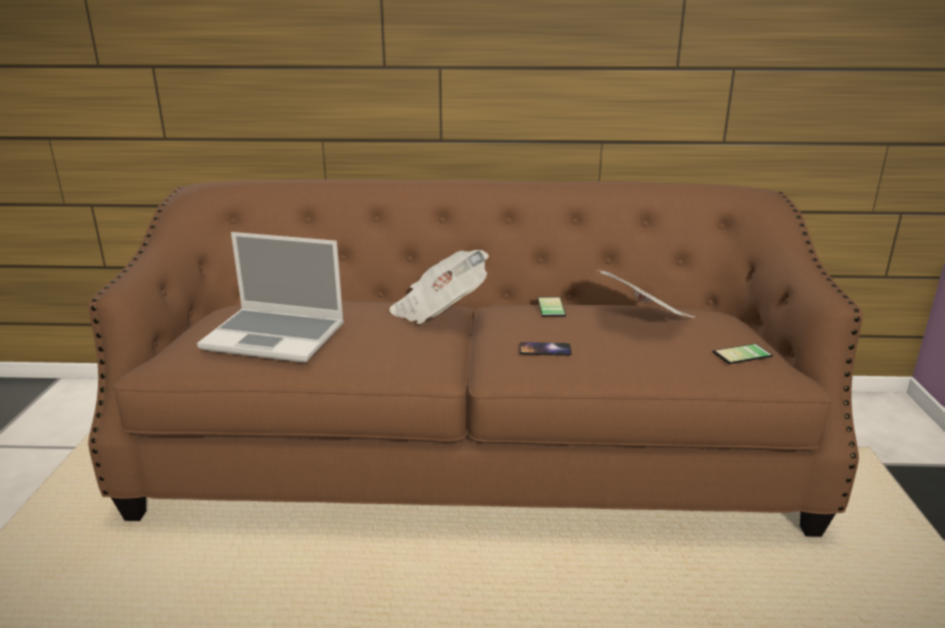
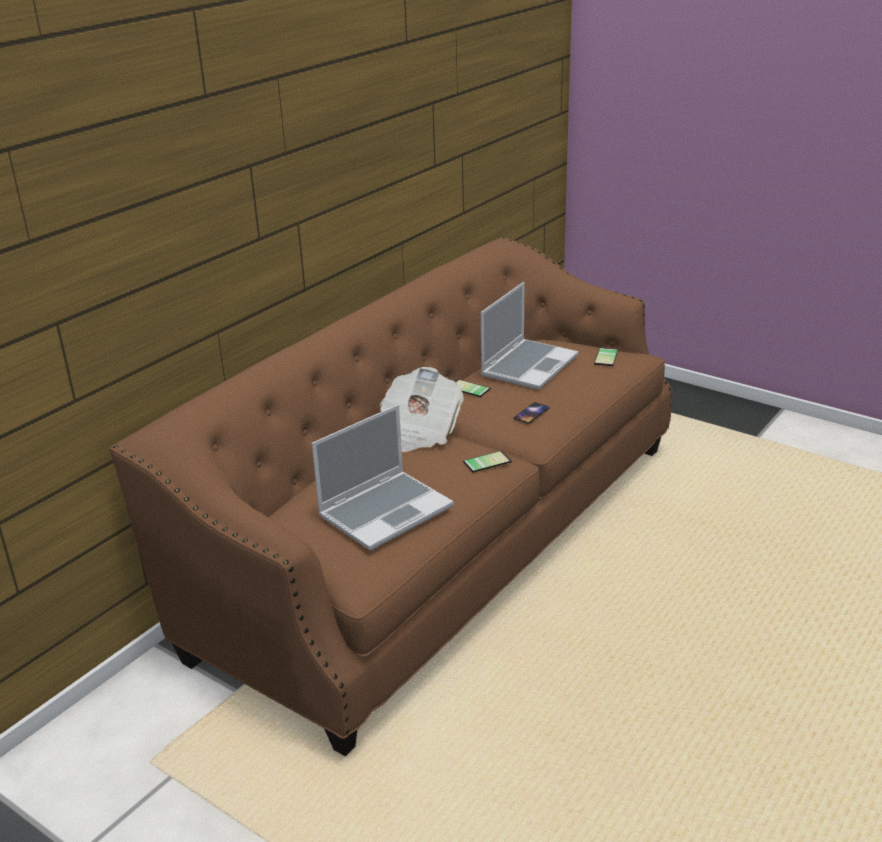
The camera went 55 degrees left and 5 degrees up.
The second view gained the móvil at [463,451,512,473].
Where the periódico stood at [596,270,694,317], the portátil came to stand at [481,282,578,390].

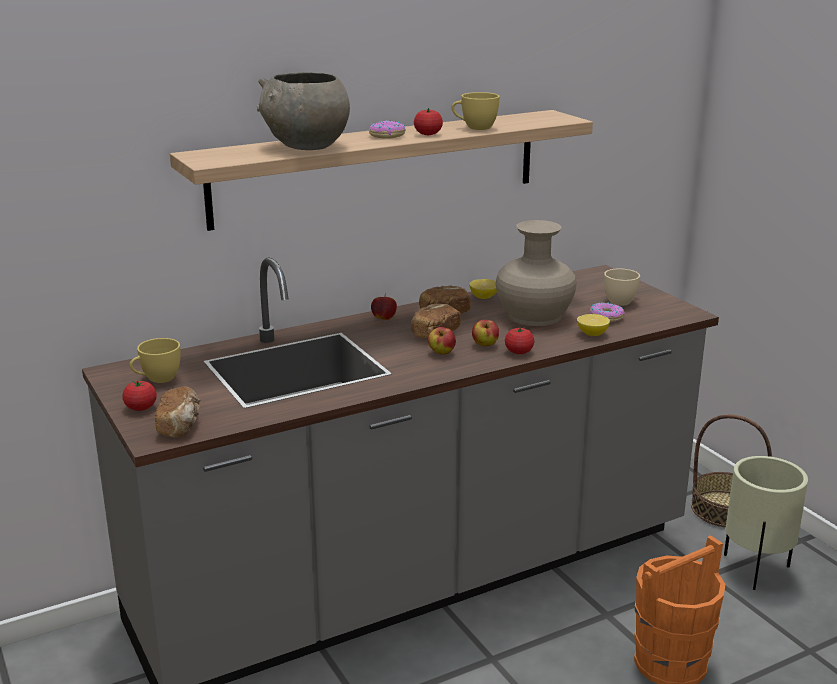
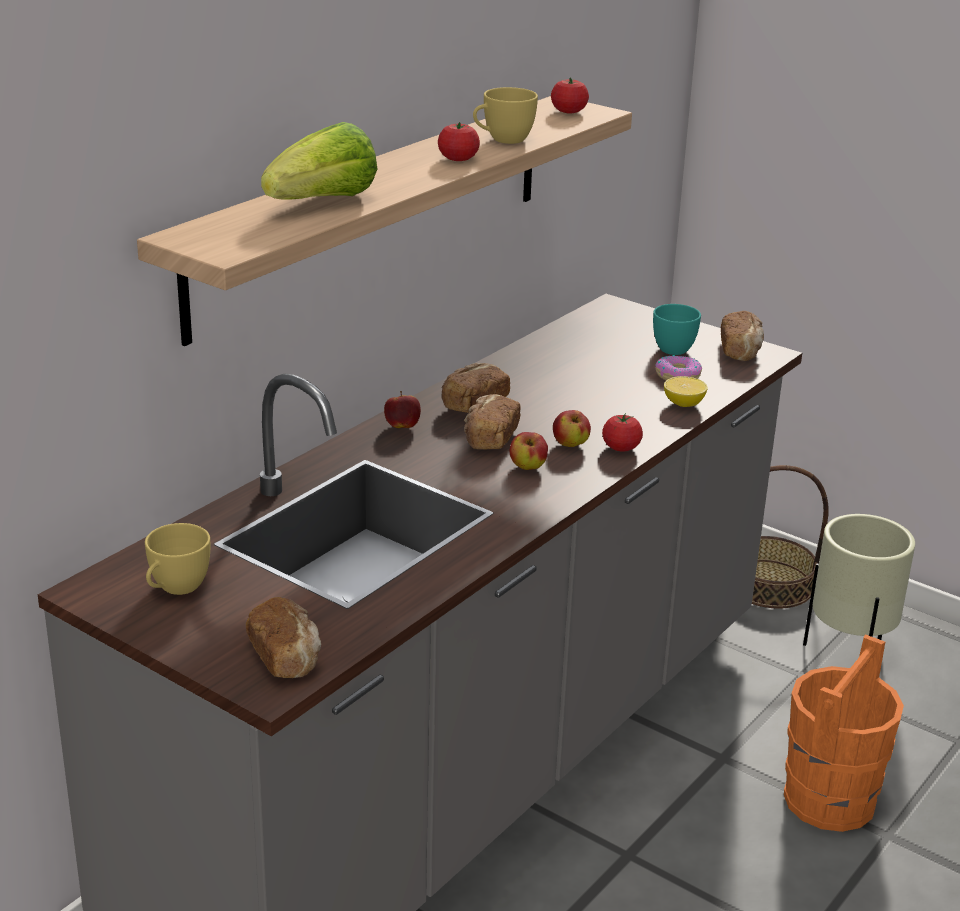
The camera went 25 degrees left and 5 degrees up.
The second view lost the rosquilla at [369,120,406,139].
The second view lost the limón at [469,279,497,299].
The second view lost the florero/beis at [496,220,576,326].
The second view gained the pan at [721,311,764,361].
The tomate ended up elsewhere, having gone from [122,381,157,411] to [551,77,589,114].
Where the cuenco/gris stood at [257,72,350,150], the lechuga came to stand at [261,122,377,200].
What was the taza/beis at [604,268,640,306] turned into the taza/turquesa at [653,304,701,355].

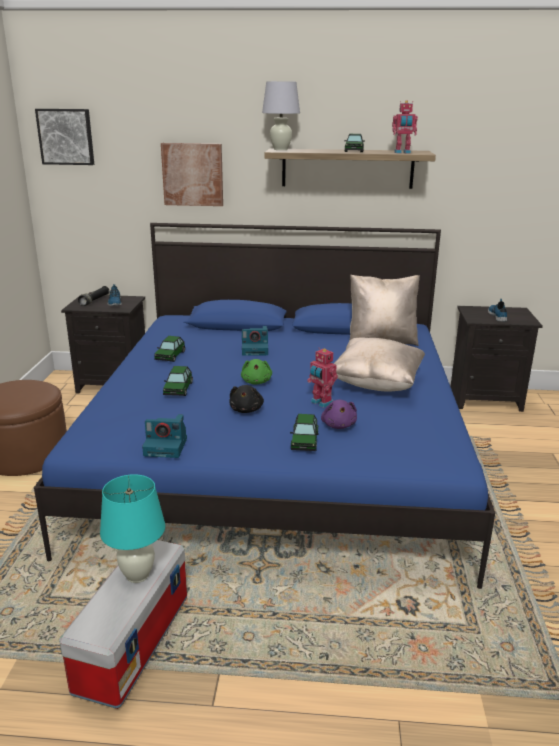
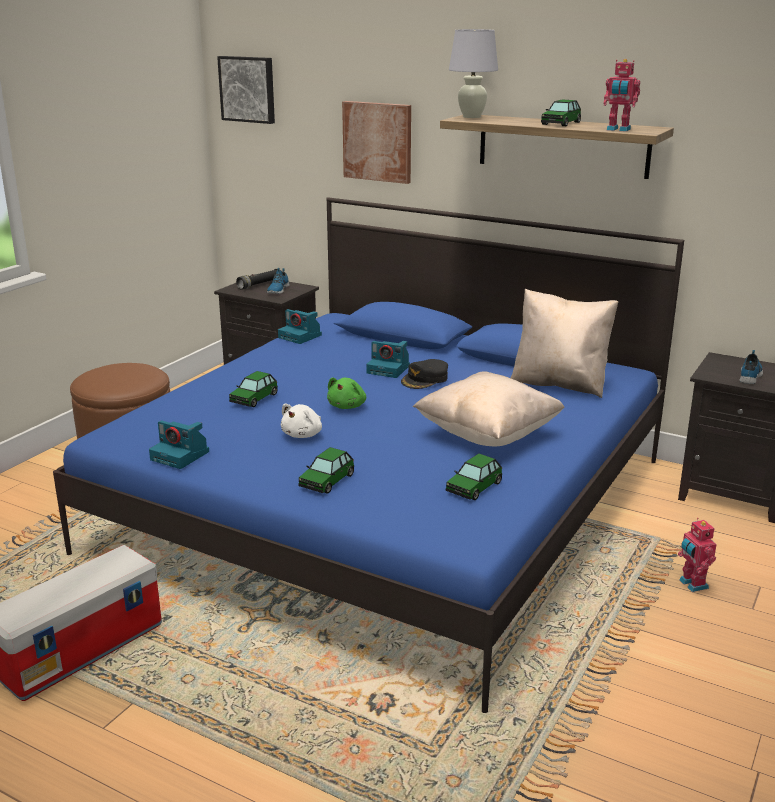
The camera went 25 degrees right and 0 degrees up.
The second view lost the lámpara de mesa/turquesa at [100,474,165,583].
The second view lost the peluche/morado at [321,399,357,429].
The second view gained the cámara at [278,309,322,344].
The second view gained the gorra/negro at [401,359,448,389].
The coche de juguete ended up elsewhere, having gone from [154,336,185,362] to [445,454,502,500].
The robot de juguete ended up elsewhere, having gone from [307,349,338,408] to [678,518,717,592].
What was the peluche/negro at [229,385,264,413] turned into the peluche/blanco at [281,404,322,438].

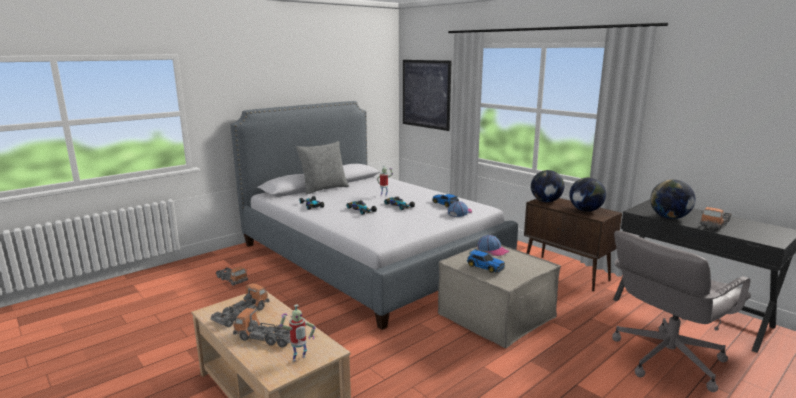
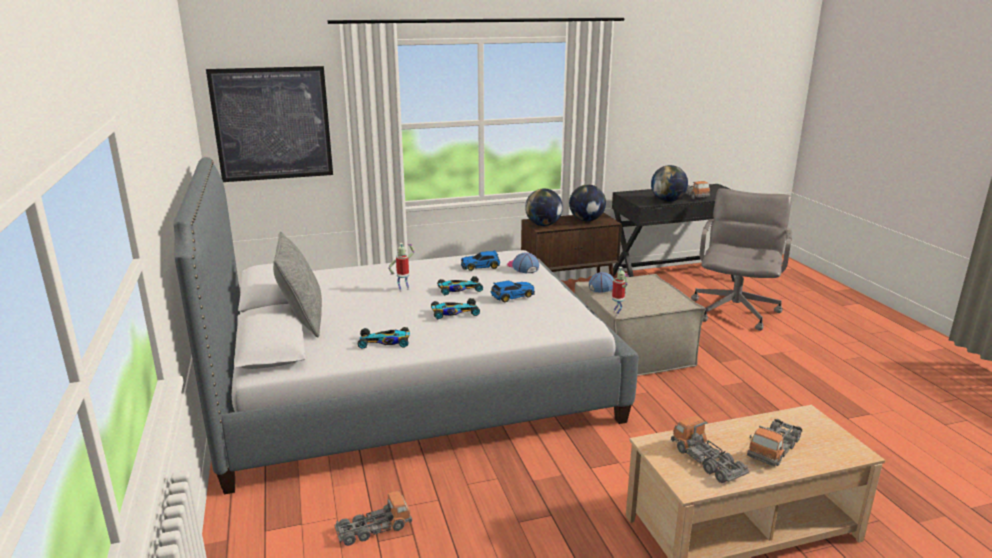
The camera went 65 degrees left and 5 degrees up.
The robot de juguete ended up elsewhere, having gone from [280,304,316,362] to [612,267,629,316].
The coche de juguete ended up elsewhere, having gone from [467,249,505,273] to [491,281,535,302].
The silla de oficina/gris at [612,231,751,392] ended up facing another way, 150 degrees counterclockwise from before.

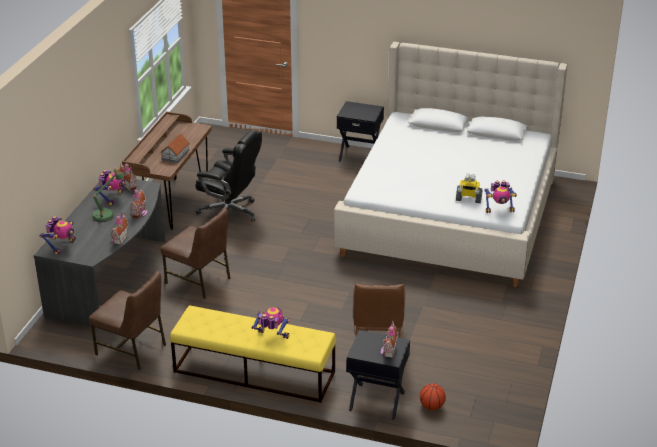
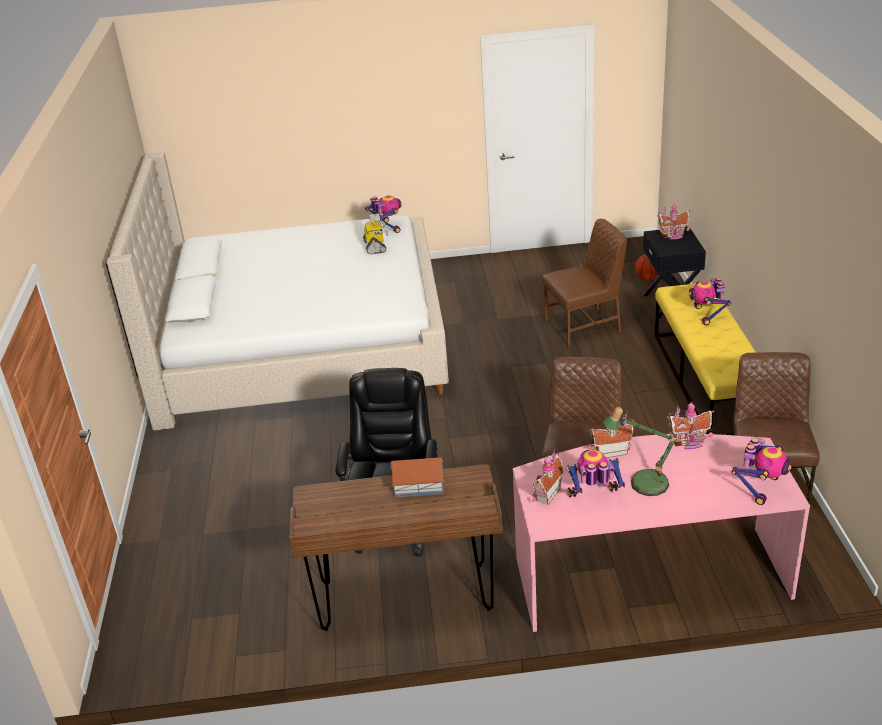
The camera went 110 degrees left and 0 degrees up.
The second view lost the mesita de noche/negro at [337,101,384,162].
What was the escritorio/gris at [34,179,165,326] turned into the escritorio/rosa at [513,434,810,632].
The robot de juguete at [40,216,76,255] ended up facing another way, 120 degrees clockwise from before.

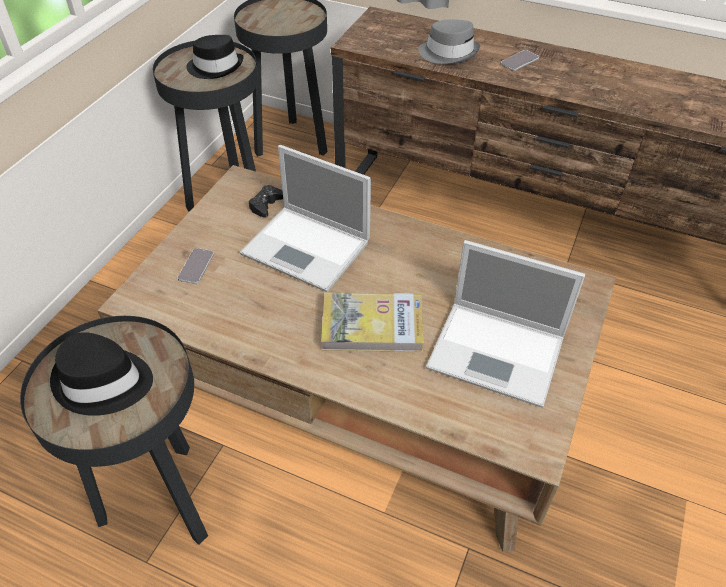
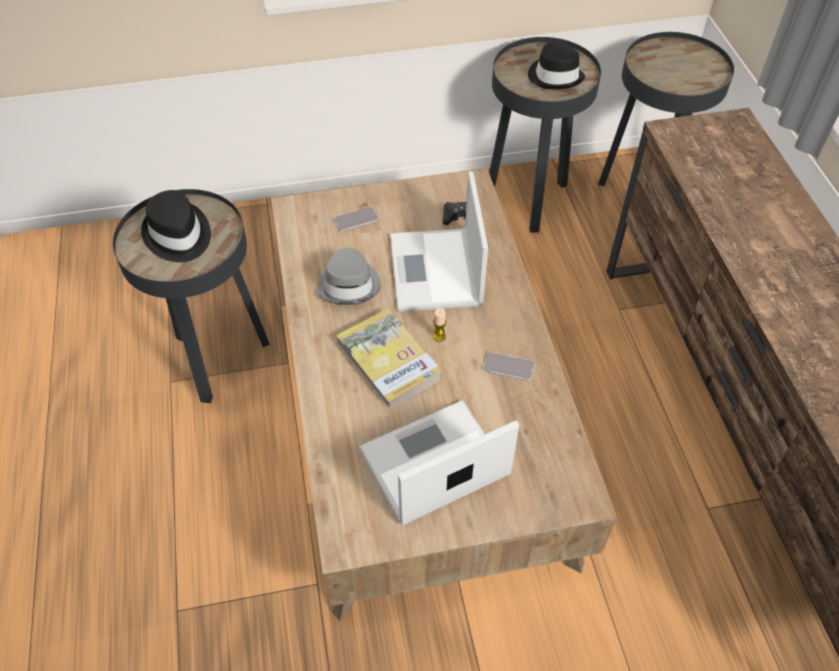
The camera went 55 degrees right and 5 degrees up.
The second view gained the vela at [433,308,447,342].
The sombrero/gris ended up elsewhere, having gone from [419,19,480,64] to [317,248,381,305].
The móvil ended up elsewhere, having gone from [500,50,539,71] to [484,352,535,381].
The portátil at [426,240,585,408] ended up facing another way, 75 degrees clockwise from before.

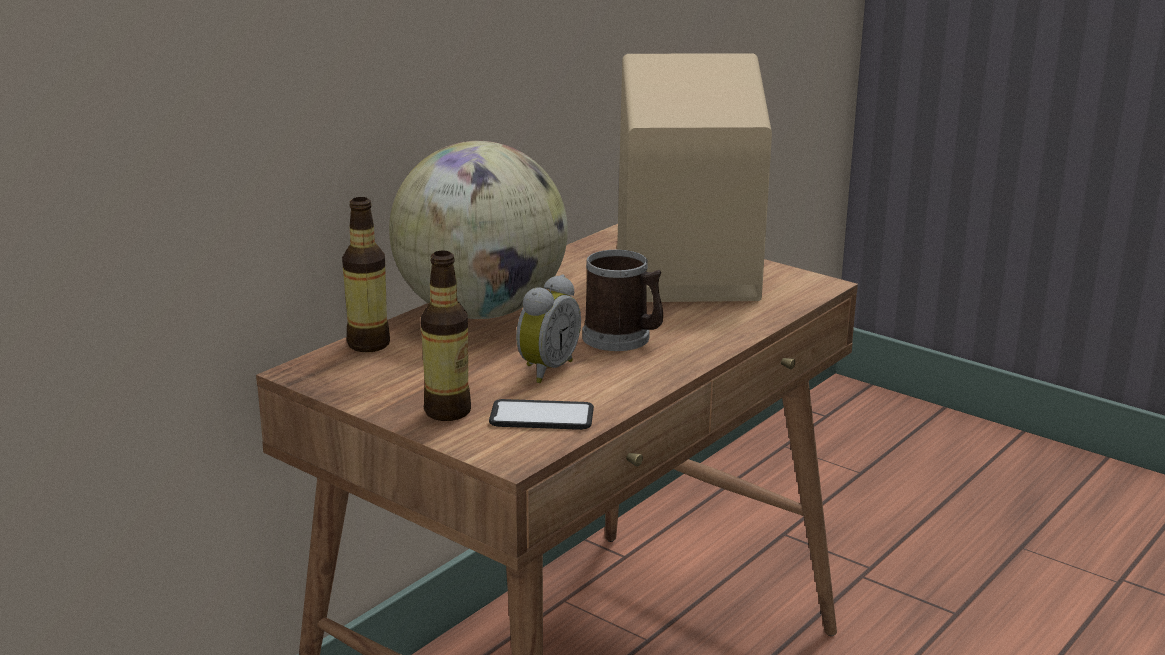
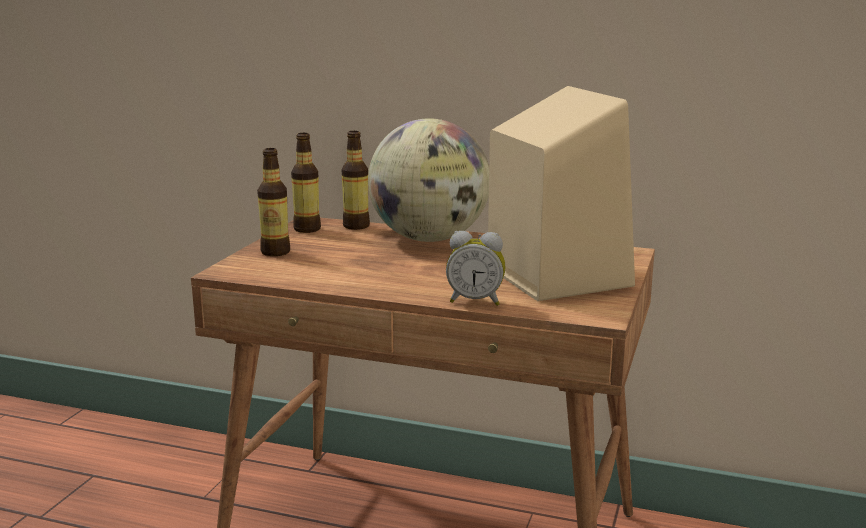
The camera went 70 degrees right and 5 degrees down.
The second view lost the móvil at [489,399,594,430].
The second view lost the taza grande at [582,250,663,351].
The second view gained the botella at [291,133,321,233].
The despertador ended up elsewhere, having gone from [516,275,581,383] to [446,231,506,306].

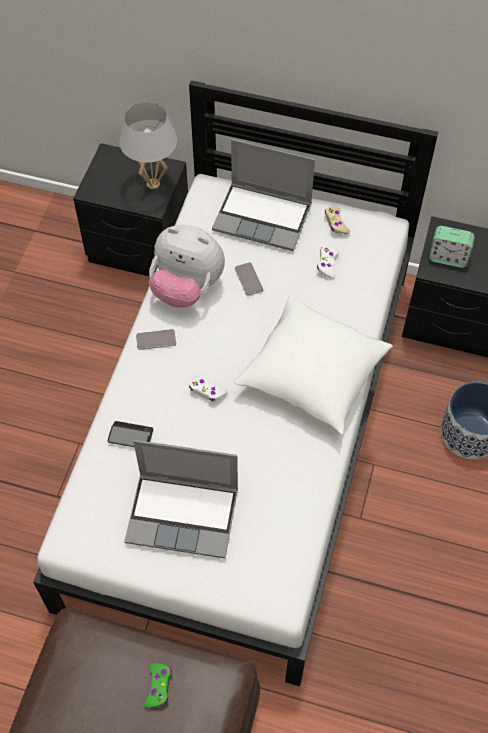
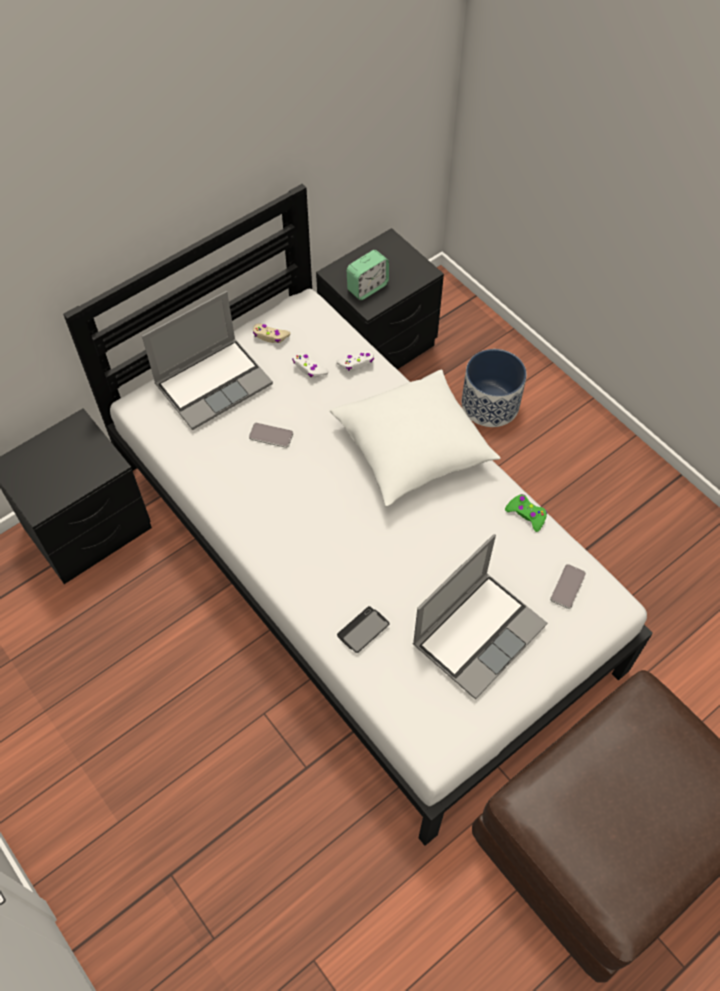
The camera went 55 degrees left and 0 degrees up.
The second view lost the lámpara de mesa/blanco at [119,102,177,189].
The second view lost the peluche at [149,225,225,308].
The móvil ended up elsewhere, having gone from [136,329,176,350] to [550,564,586,609].
The mando de consola/verde ended up elsewhere, having gone from [144,663,172,708] to [505,494,547,532].
The mando de consola/blanco ended up elsewhere, having gone from [189,375,227,401] to [336,349,374,371].

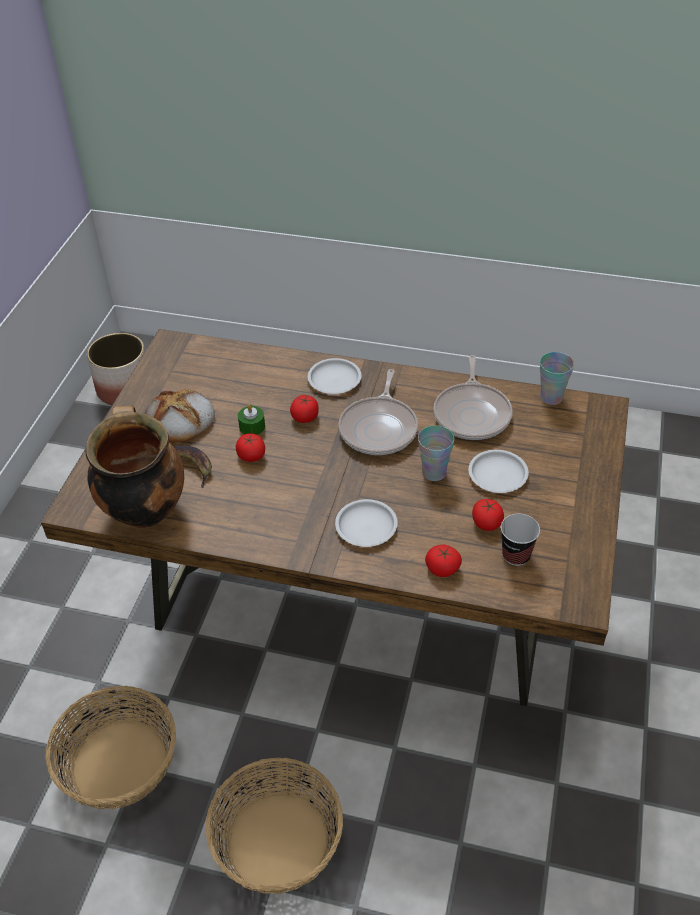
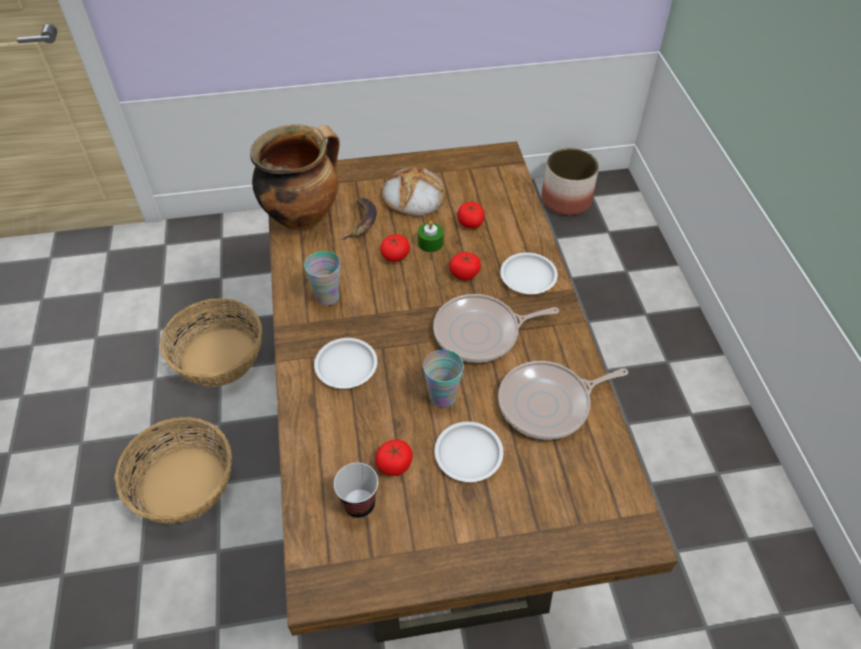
The camera went 65 degrees right and 5 degrees up.
The tomate ended up elsewhere, having gone from [425,545,462,577] to [457,202,484,228].
The taza ended up elsewhere, having gone from [540,352,574,405] to [304,251,340,306].

